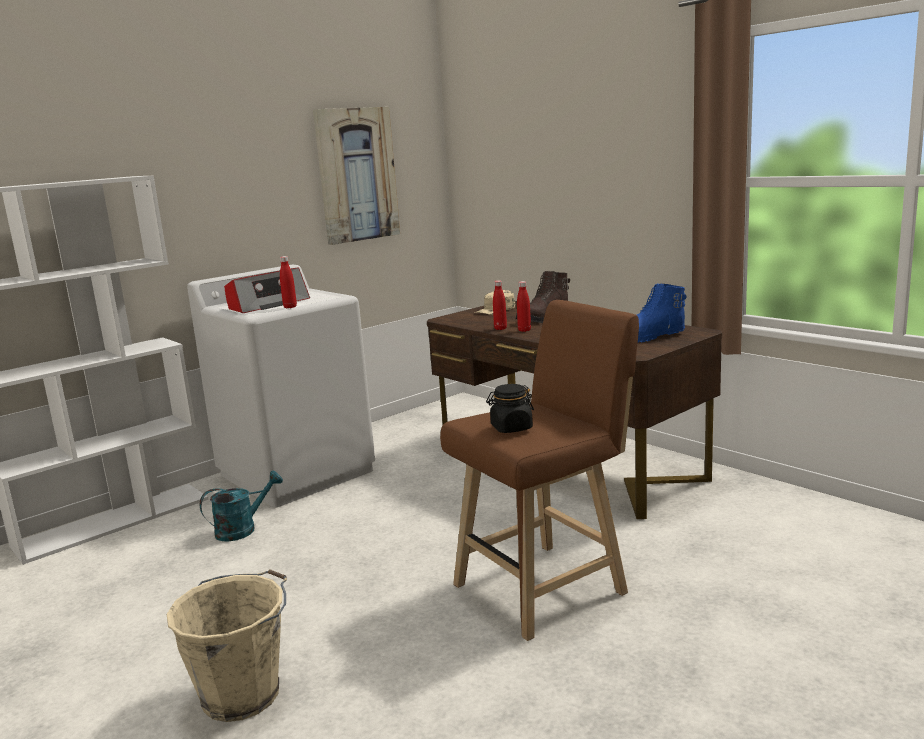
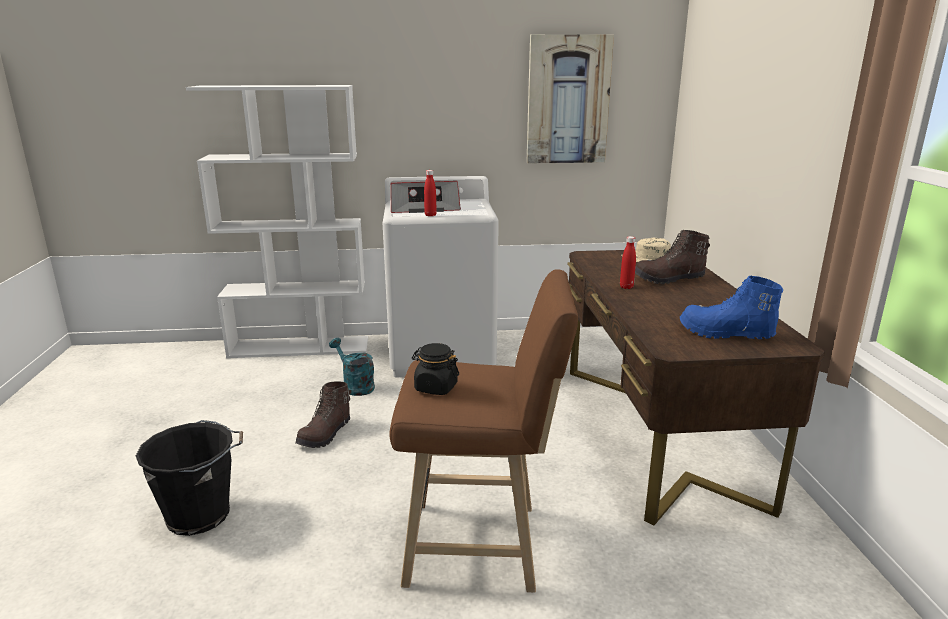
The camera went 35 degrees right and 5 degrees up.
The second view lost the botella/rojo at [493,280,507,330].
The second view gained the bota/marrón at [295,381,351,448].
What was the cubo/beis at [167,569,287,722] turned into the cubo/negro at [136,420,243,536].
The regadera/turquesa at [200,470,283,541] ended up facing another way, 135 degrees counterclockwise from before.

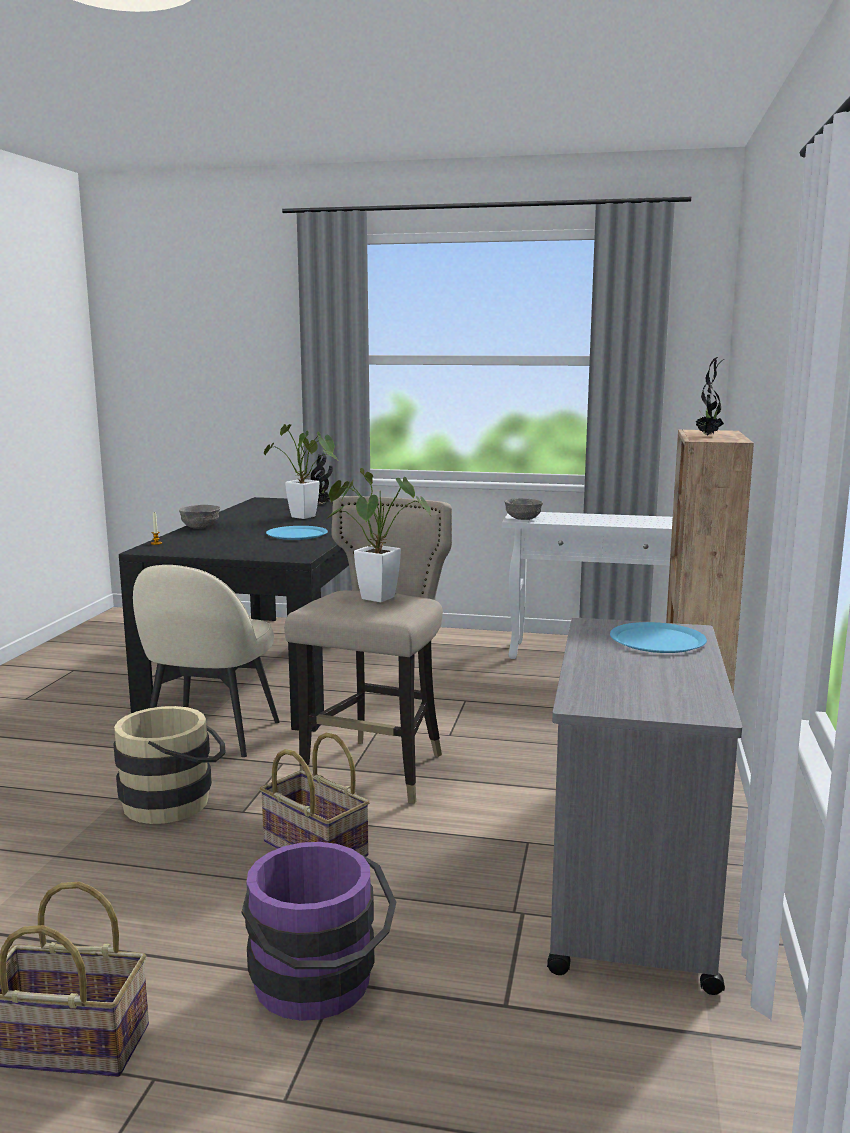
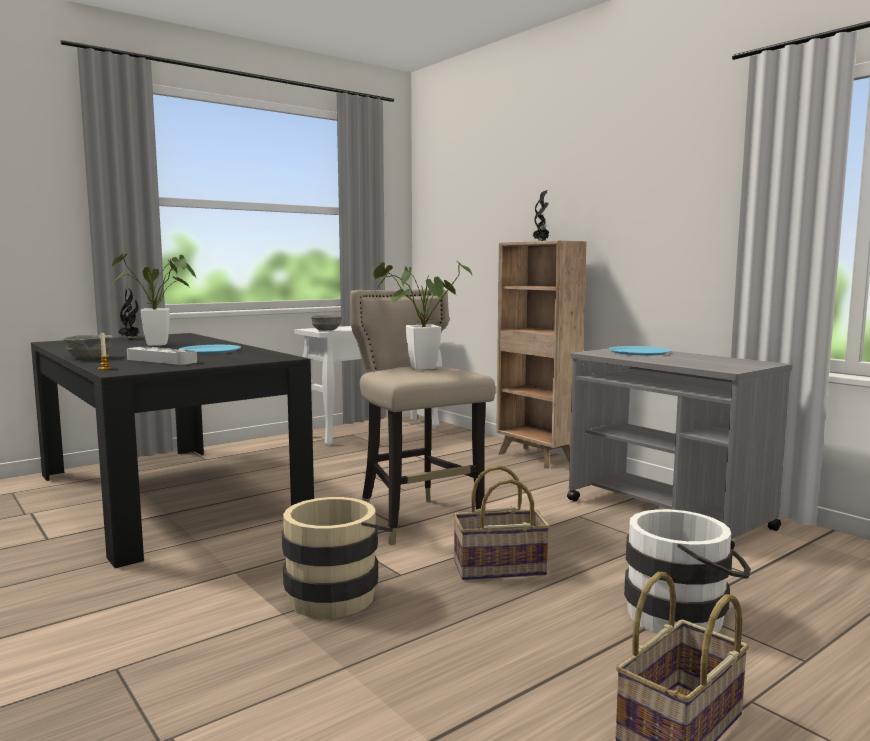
The camera went 50 degrees left and 5 degrees down.
The second view lost the silla/beis at [133,565,280,757].
The second view gained the bandeja/gris at [127,347,197,365].
What was the cubo/morado at [241,842,396,1021] turned into the cubo/blanco at [624,509,751,634].

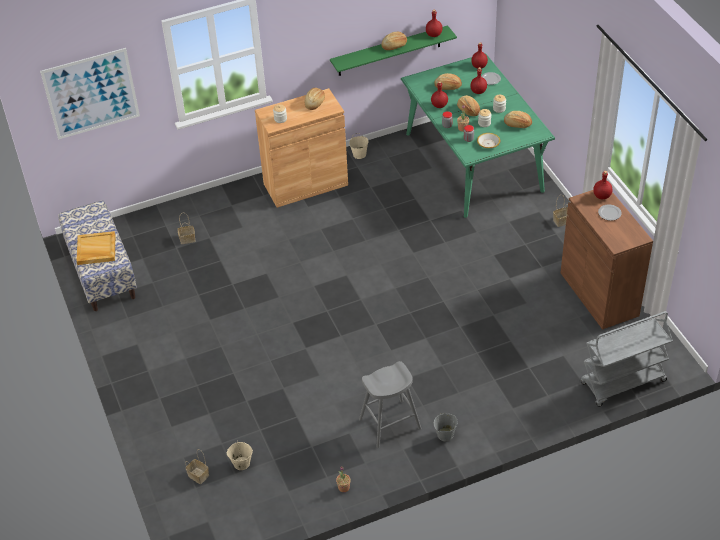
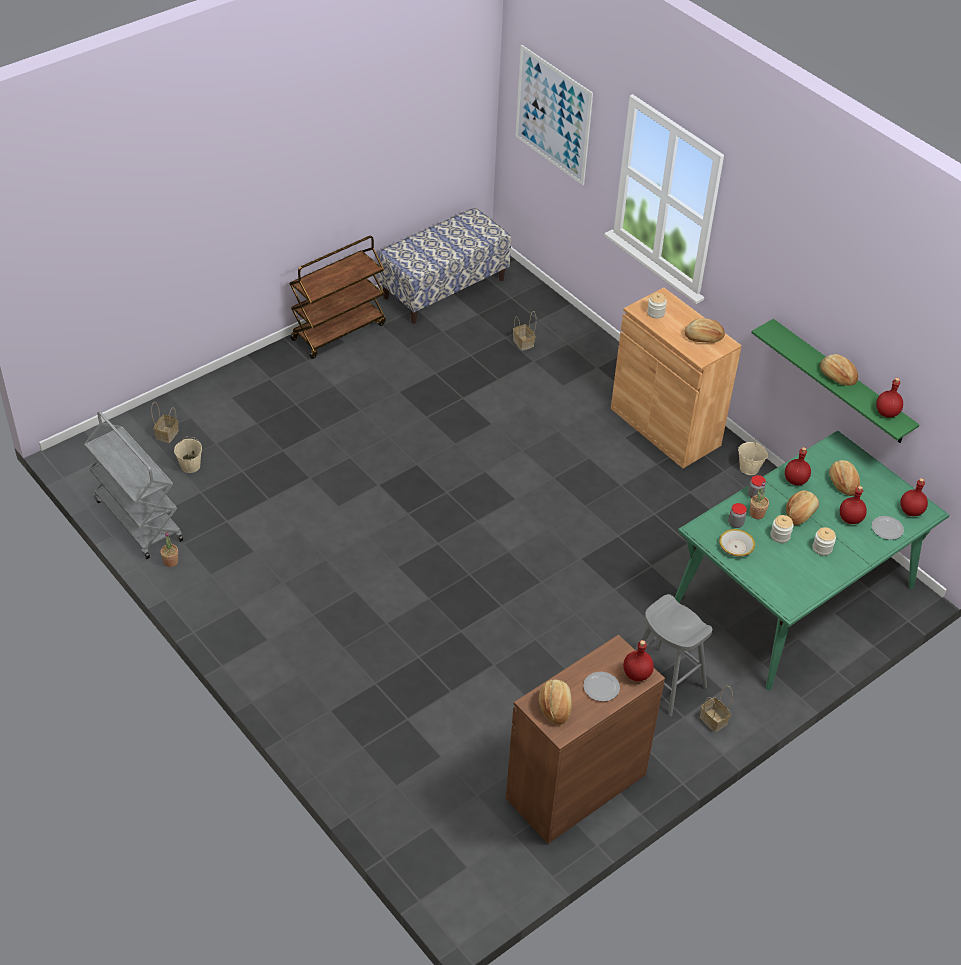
The camera went 70 degrees right and 0 degrees up.
The second view lost the bandeja/beis at [77,231,115,265].
The second view lost the cubo/gris at [434,413,458,441].
The second view gained the carrito/marrón at [289,236,386,359].
The taburete/gris ended up elsewhere, having gone from [359,361,421,448] to [635,594,712,716].
The pan ended up elsewhere, having gone from [504,111,532,128] to [539,680,572,725].
The carrito/gris ended up elsewhere, having gone from [580,311,673,407] to [84,411,183,559].

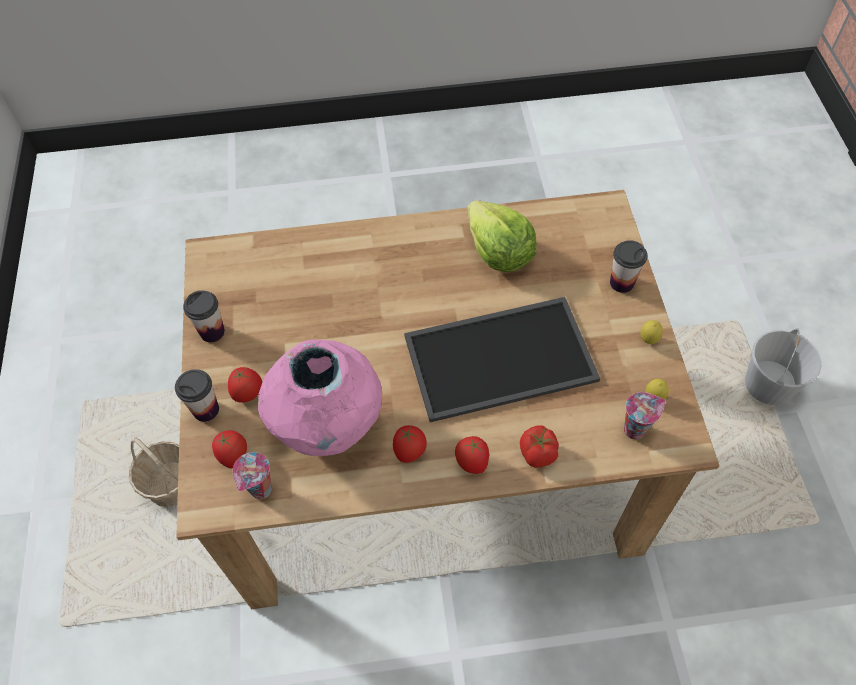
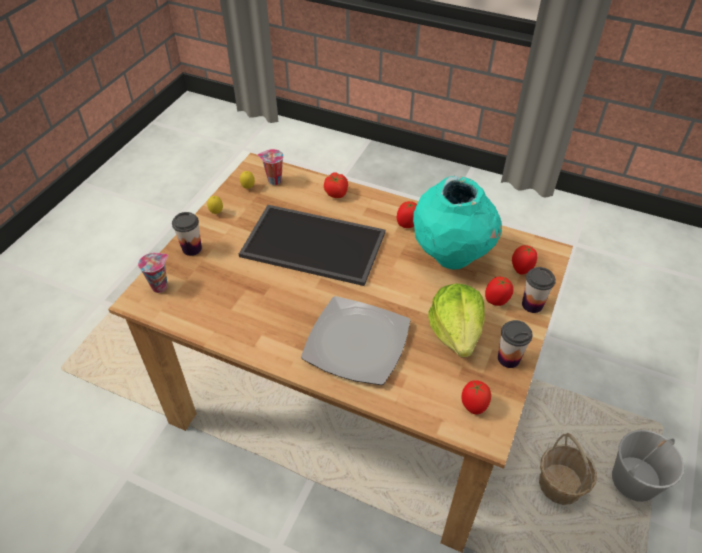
The camera went 150 degrees left and 10 degrees down.
The second view gained the plato at [301,296,411,385].
The taza ended up elsewhere, having gone from [233,452,272,499] to [138,253,168,293].
The tomate ended up elsewhere, having gone from [455,436,489,474] to [461,380,491,415].
The lechuga ended up elsewhere, having gone from [467,200,537,272] to [428,283,485,357].
The cubo/blanco ended up elsewhere, having gone from [745,328,821,406] to [612,430,684,502].
What was the florero/rosa at [258,340,382,456] turned into the florero/turquesa at [413,176,502,269].

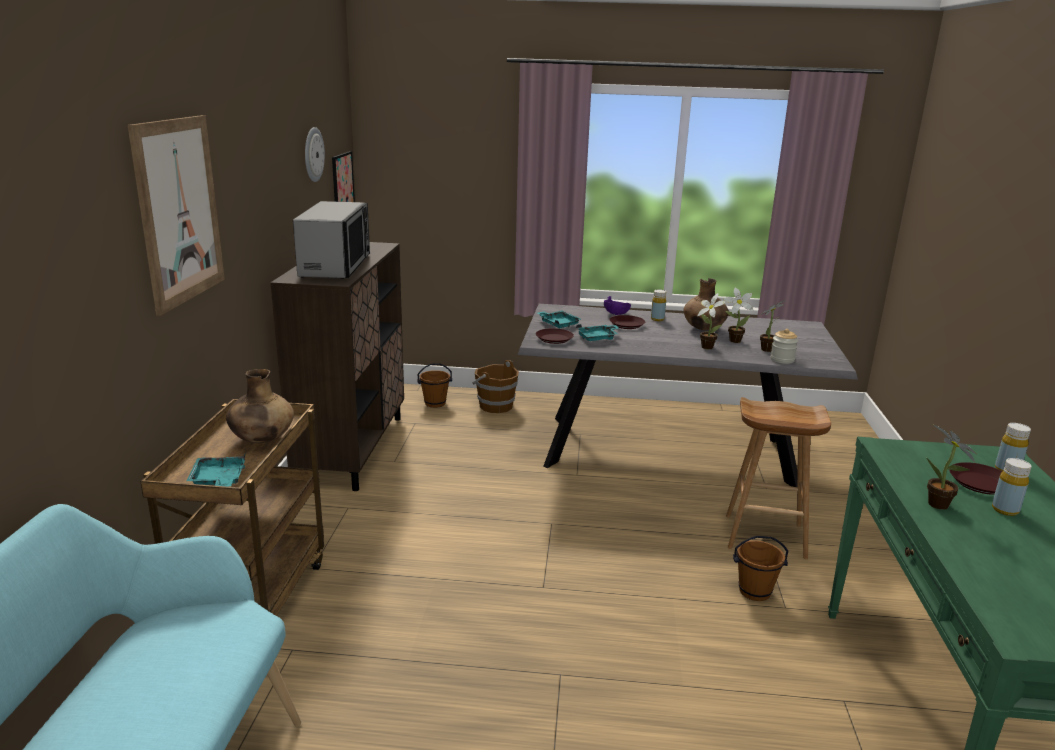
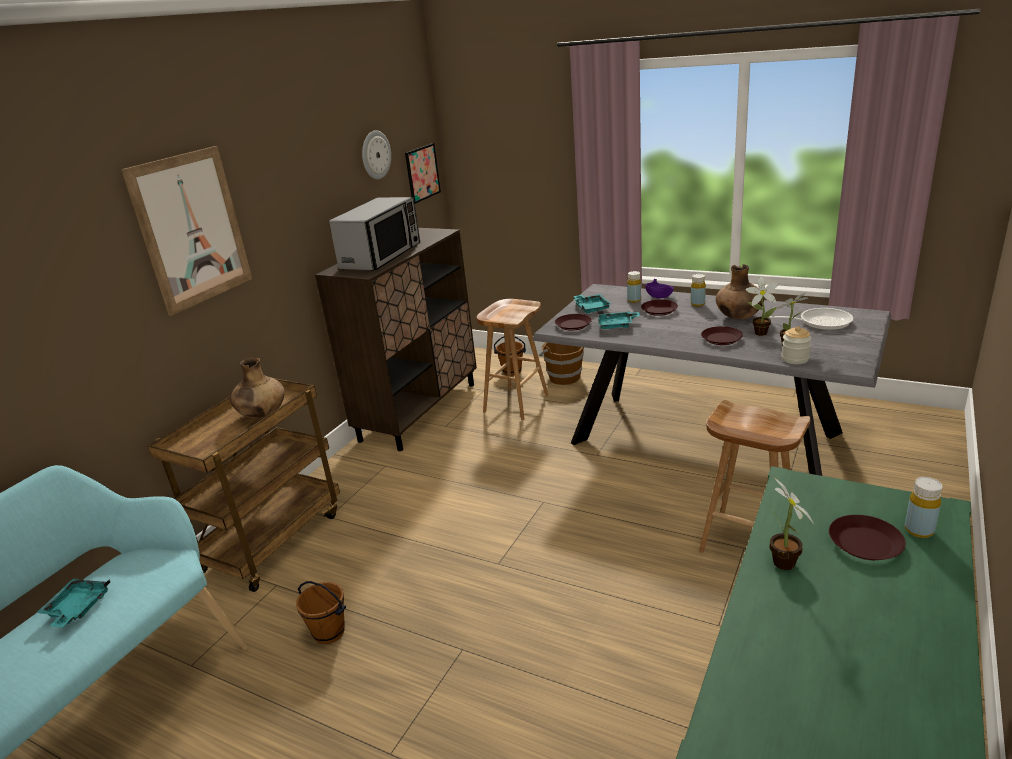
The camera went 25 degrees right and 5 degrees up.
The second view gained the taburete/marrón at [476,299,548,420].
The second view gained the sartén at [768,308,853,330].
The bandeja/turquesa ended up elsewhere, having gone from [186,454,245,487] to [36,579,110,627].
The cubo/marrón ended up elsewhere, having gone from [733,536,788,601] to [296,581,346,644].
The botella/amarillo ended up elsewhere, having gone from [992,458,1032,516] to [627,271,641,303].
Where the planta en maceta stood at [697,293,726,349], the plato/marrón came to stand at [701,326,743,345].

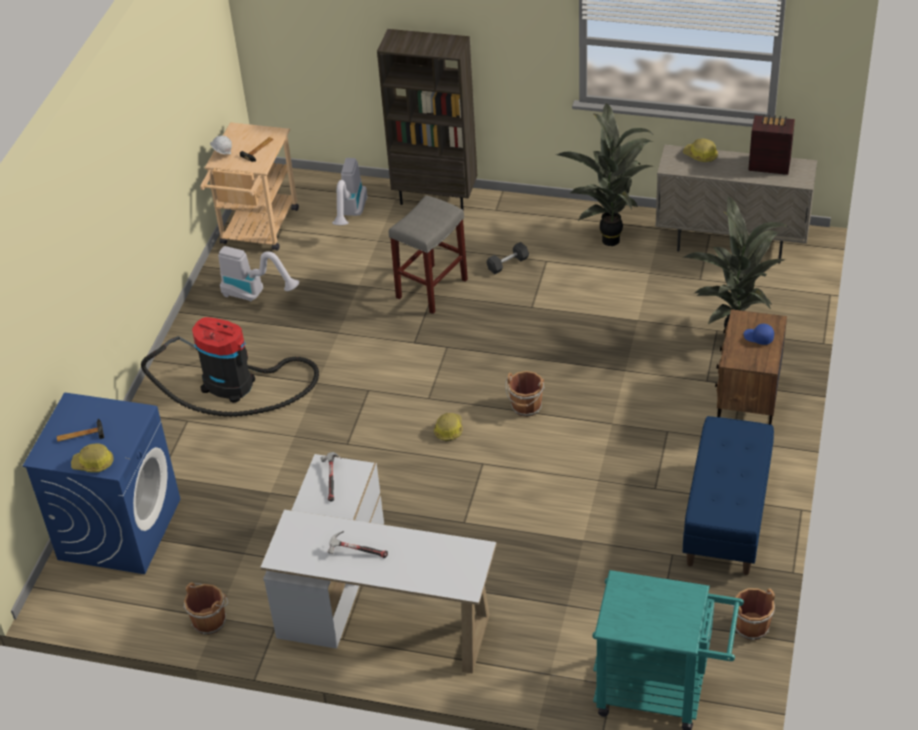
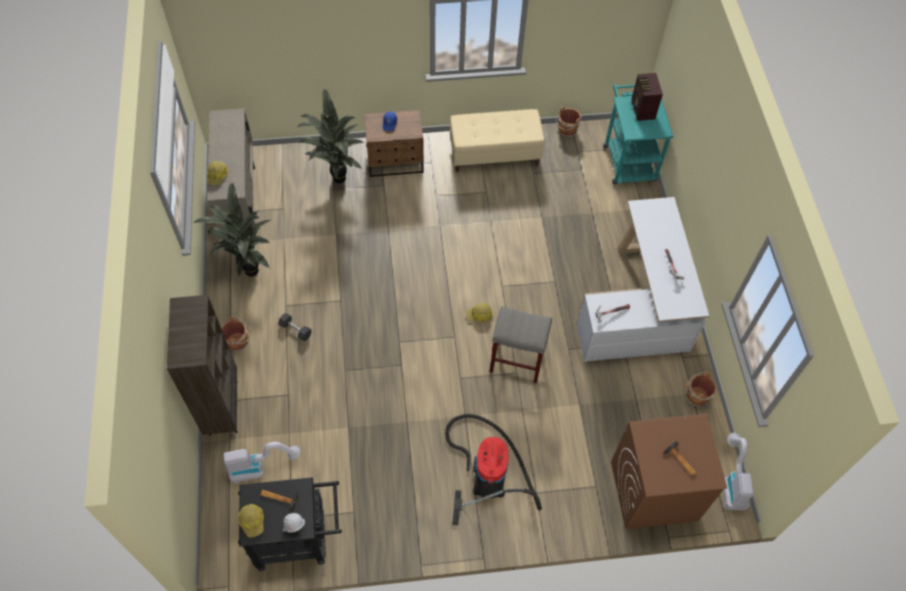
The camera went 115 degrees left and 15 degrees up.
The casco ended up elsewhere, having gone from [71,443,114,472] to [237,504,264,538].
The aspiradora ended up elsewhere, having gone from [218,246,299,302] to [723,433,753,511].
The taburete/gris ended up elsewhere, having gone from [389,195,468,314] to [490,306,552,383].
The cubo/marrón ended up elsewhere, having gone from [505,371,545,417] to [221,316,251,352].
The radio ended up elsewhere, having gone from [748,114,795,175] to [631,73,663,121].
What was the lavadora/azul at [23,392,180,574] turned into the lavadora/marrón at [611,414,727,529].
What was the carrito/beis at [200,122,299,251] turned into the carrito/negro at [238,477,342,571].
What was the banco/azul at [683,416,774,575] turned into the banco/beis at [450,109,545,172].

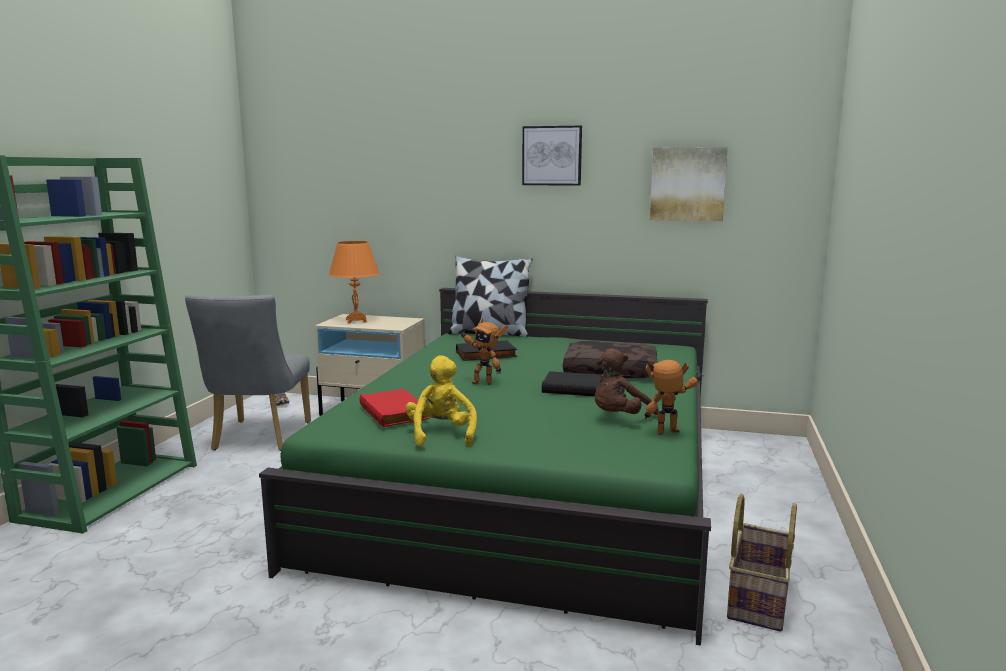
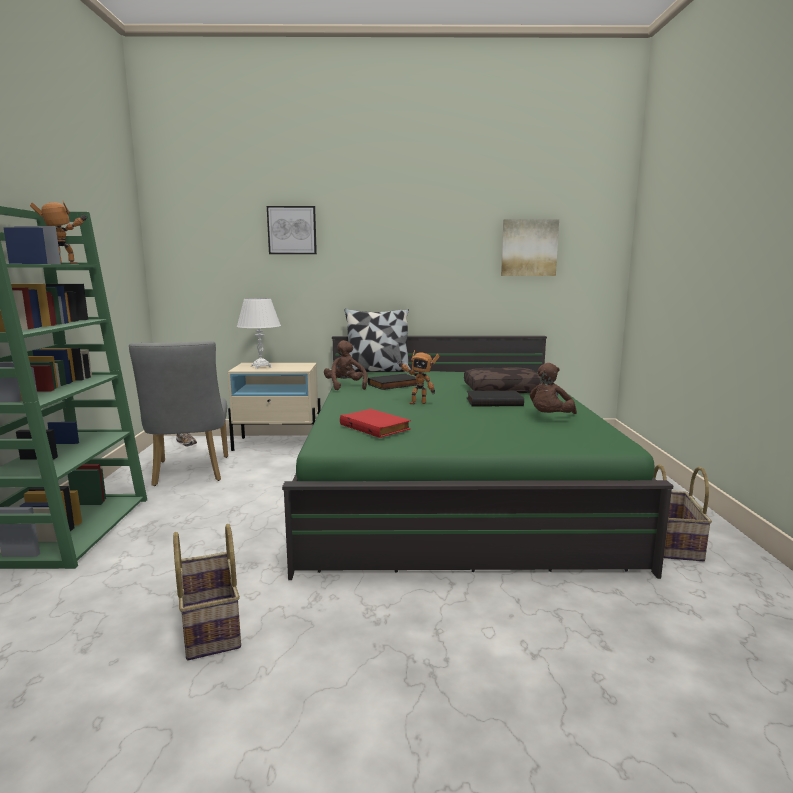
The camera went 15 degrees left and 0 degrees up.
The second view lost the peluche/amarillo at [405,355,477,447].
The second view gained the cesta at [173,524,241,660].
The second view gained the peluche/marrón at [324,340,368,390].
The cuadro ended up elsewhere, having gone from [522,126,582,186] to [267,206,317,254].
The robot de juguete ended up elsewhere, having gone from [645,360,703,435] to [30,201,87,264].
What was the lámpara de mesa/naranja at [329,241,380,324] turned into the lámpara de mesa/blanco at [237,298,281,369].

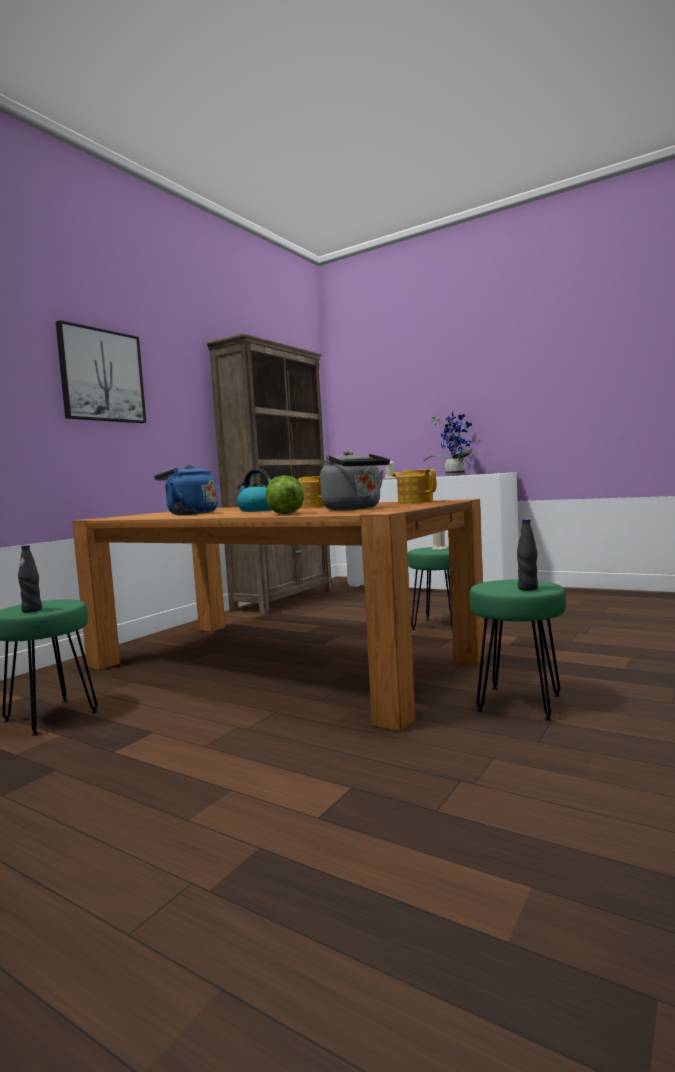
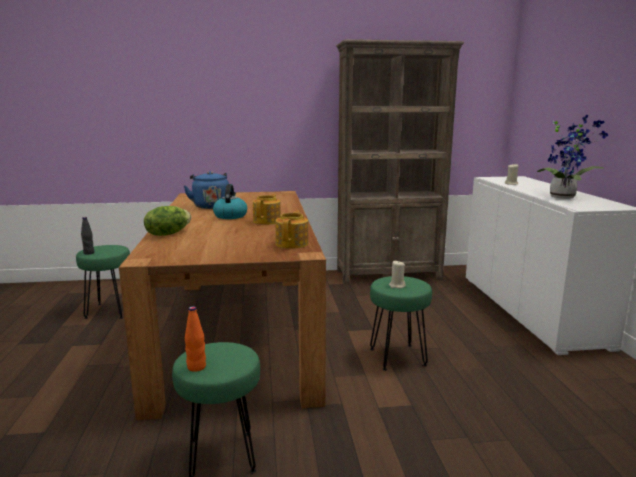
The camera went 50 degrees right and 10 degrees up.
The second view lost the cuadro at [56,320,146,423].
The second view lost the hervidor/gris at [320,451,390,510].
What was the botella/negro at [517,519,538,591] turned into the botella/naranja at [185,306,206,372].

